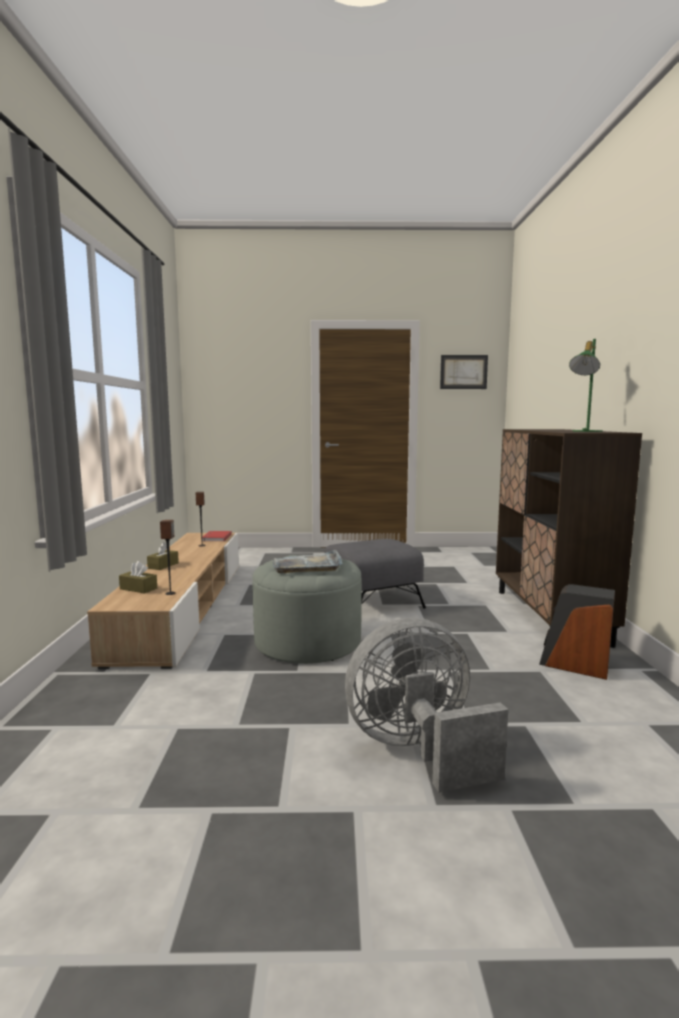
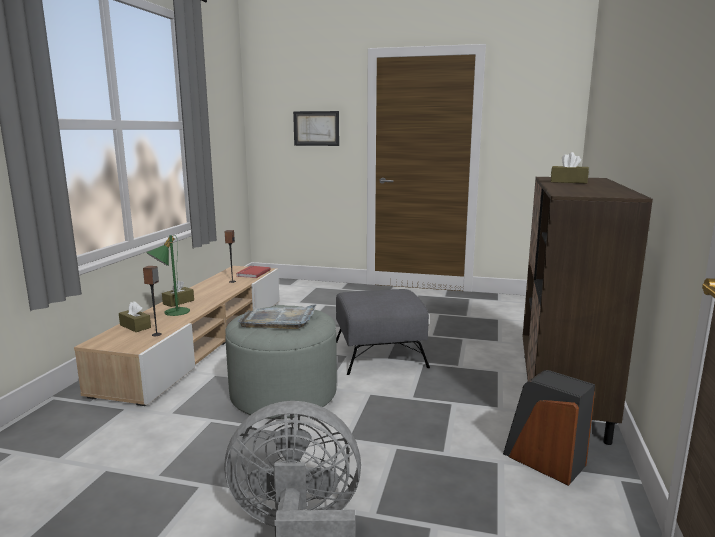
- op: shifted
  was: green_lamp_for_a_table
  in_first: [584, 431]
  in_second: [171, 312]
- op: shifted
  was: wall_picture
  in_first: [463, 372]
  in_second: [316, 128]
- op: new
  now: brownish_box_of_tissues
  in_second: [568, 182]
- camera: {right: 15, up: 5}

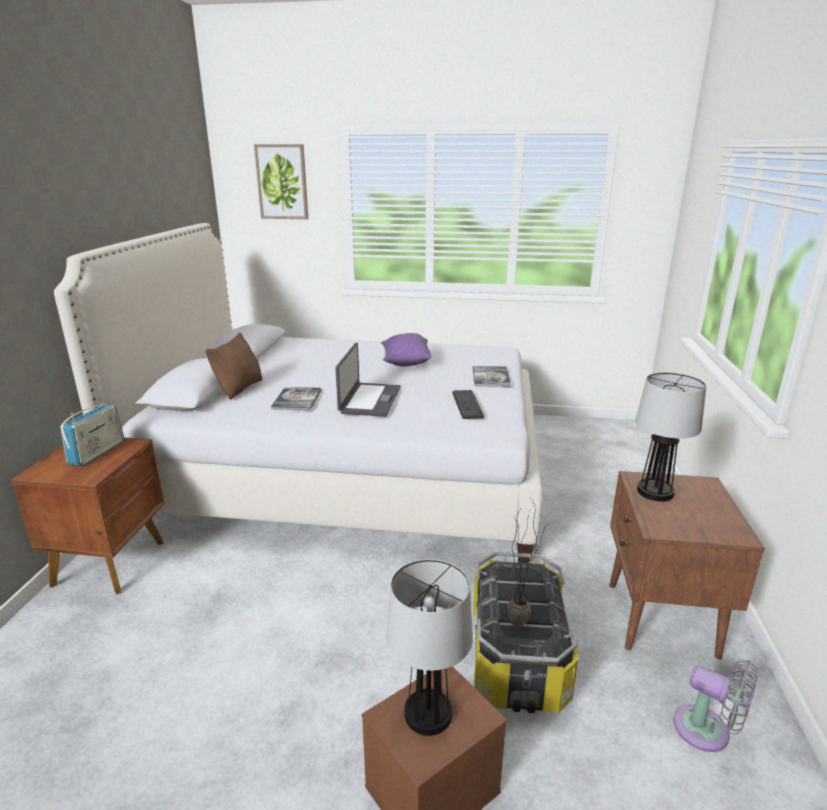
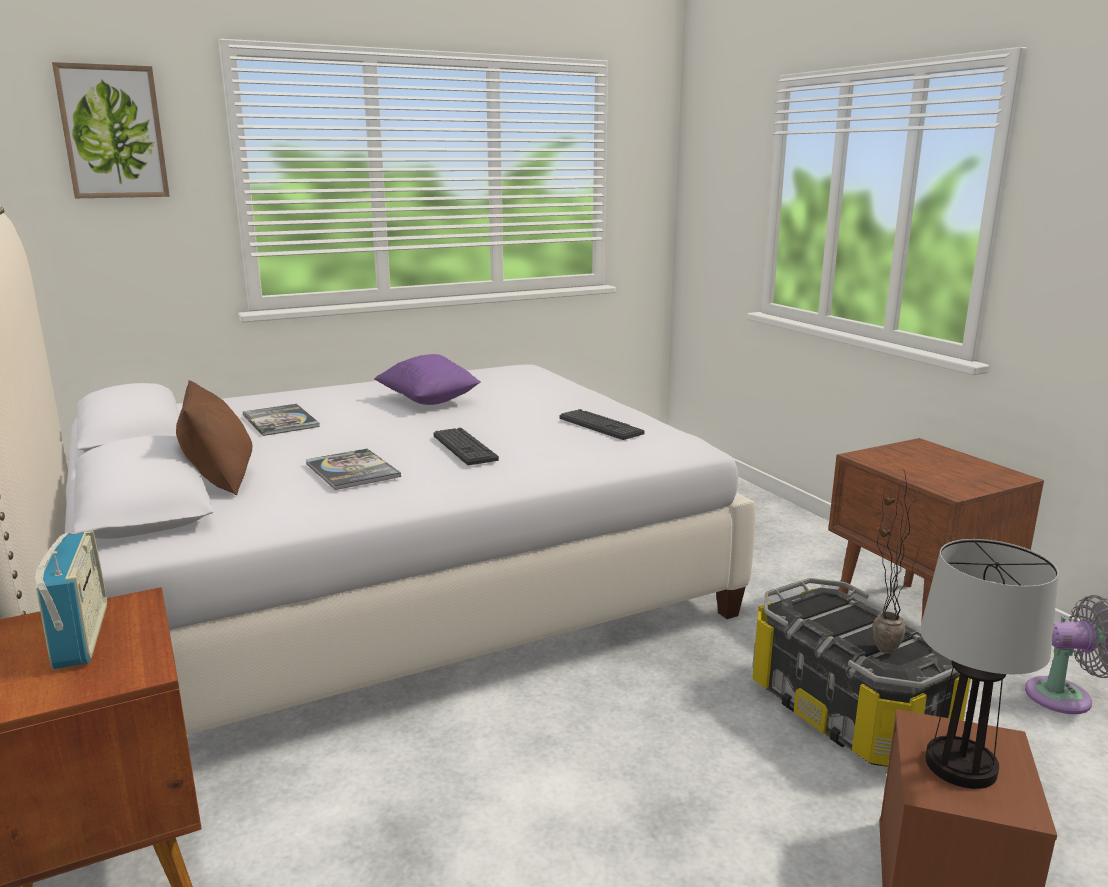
- op: swapped
  was: notebook_computer
  now: keyboard
  in_first: [369, 400]
  in_second: [464, 447]
- op: shifted
  was: volume
  in_first: [491, 377]
  in_second: [280, 421]
- op: gone
  was: lamp_for_a_table
  in_first: [654, 492]
- camera: {right: -35, up: -5}

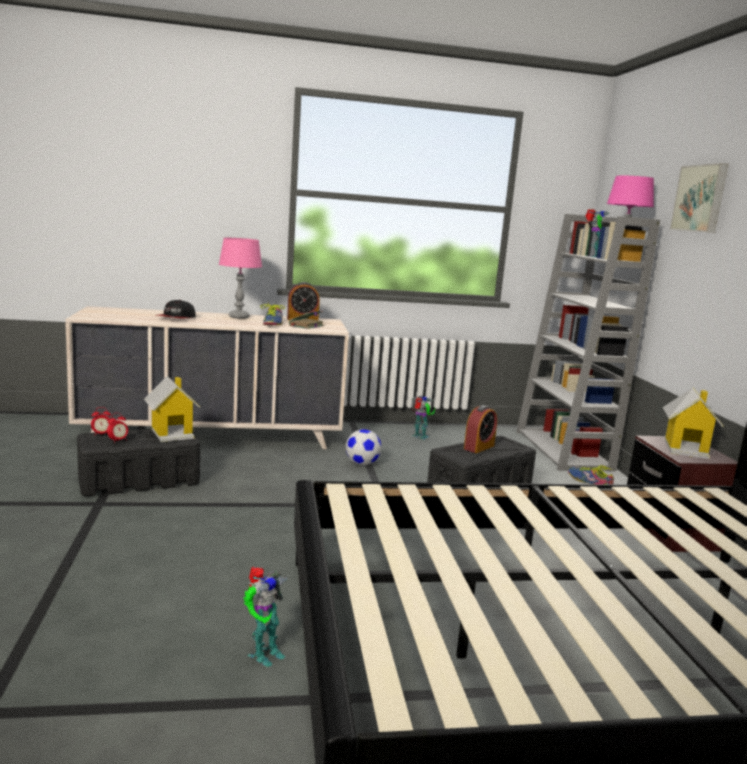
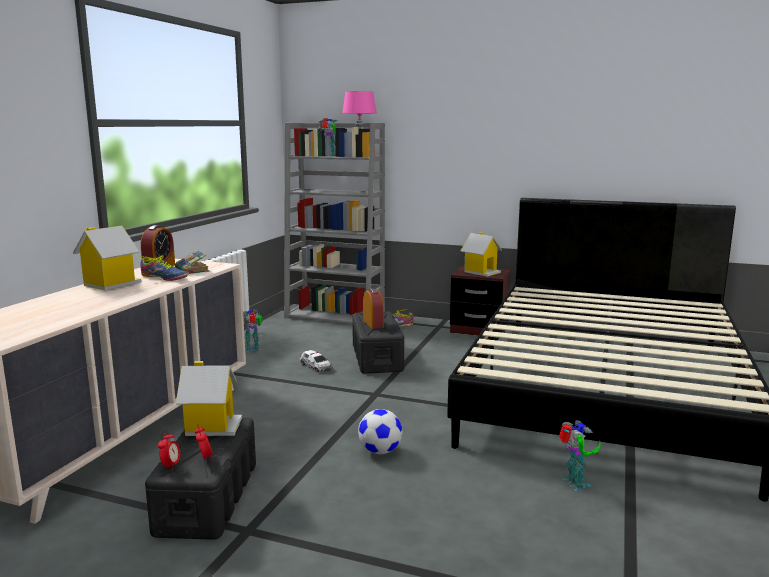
- op: gone
  was: wall_picture
  in_first: [701, 198]
- op: swapped
  was: pinkish_lamp_for_a_table
  now: miniature_house
  in_first: [239, 317]
  in_second: [110, 284]
- op: gone
  was: peaked_cap
  in_first: [176, 318]
- op: shifted
  was: football
  in_first: [362, 463]
  in_second: [380, 451]
- op: new
  now: model_car
  in_second: [316, 366]
- camera: {right: -60, up: 0}

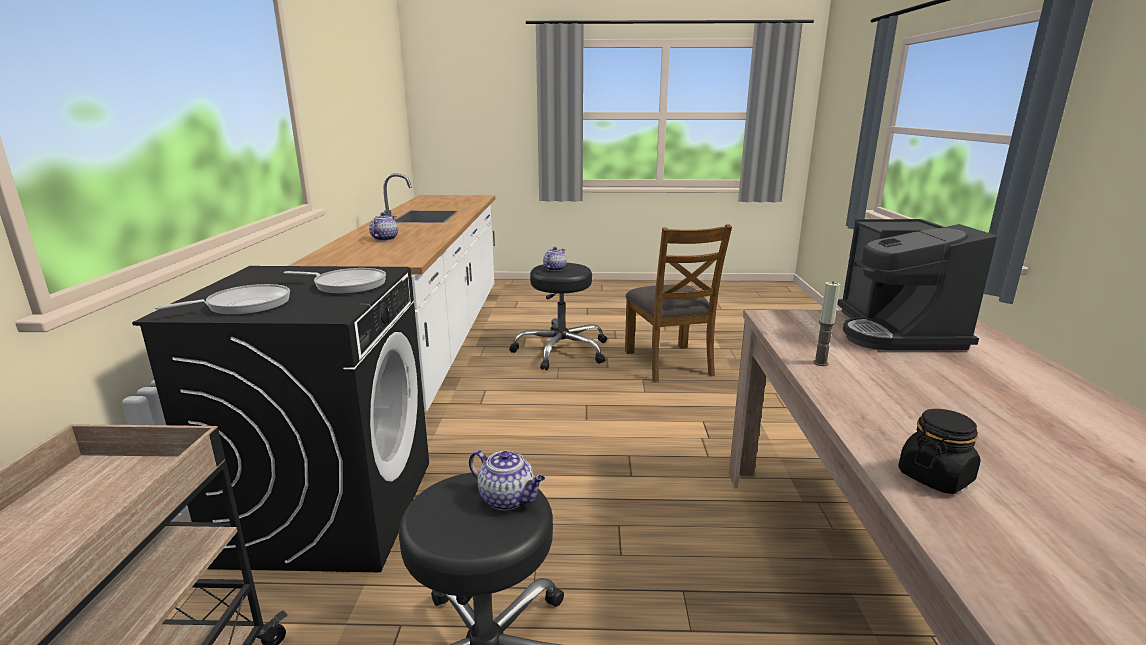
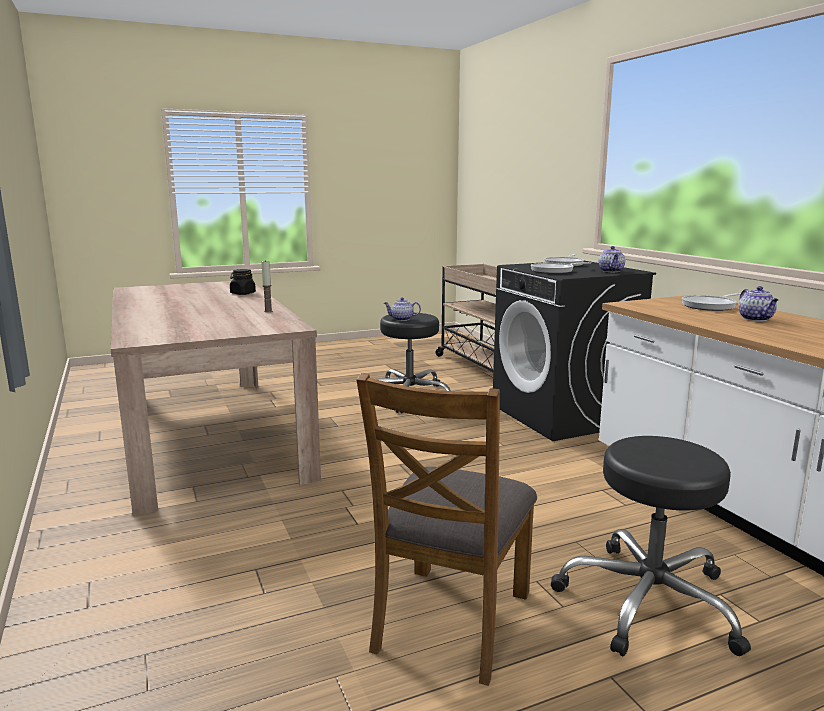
- op: gone
  was: coffee_brewer
  in_first: [896, 332]
- op: rotated
  was: brownish_upright_chair
  in_first: [669, 363]
  in_second: [451, 620]
  clockwise: -120
- op: shifted
  was: pot_for_tea
  in_first: [554, 269]
  in_second: [611, 271]
- op: new
  now: skillet
  in_second: [710, 306]
- camera: {right: 155, up: -5}

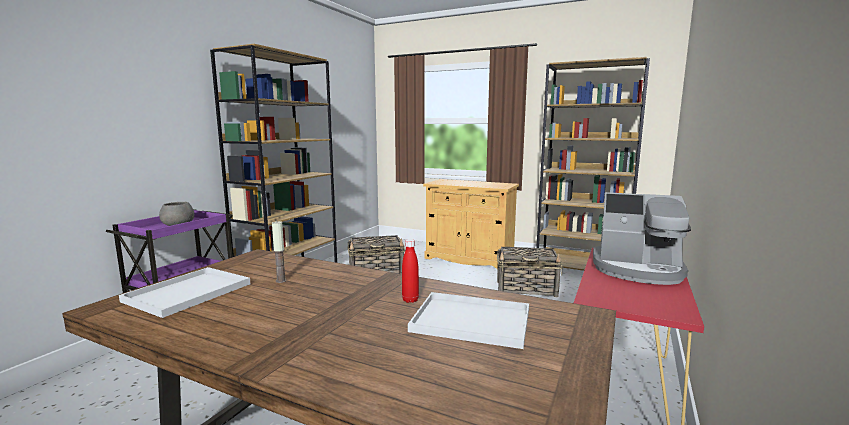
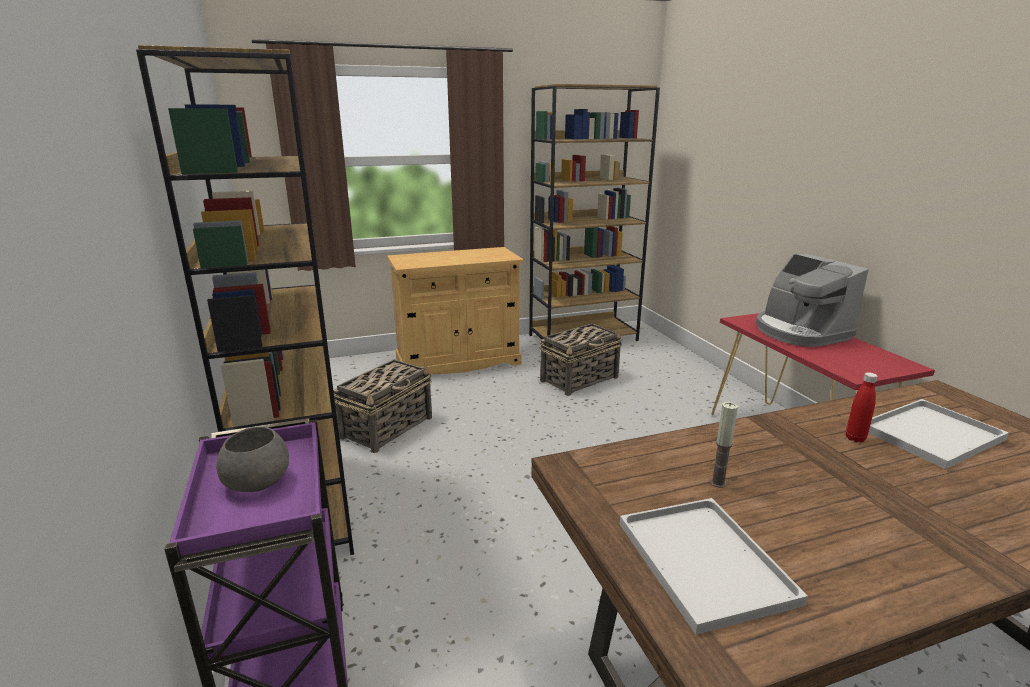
- op: rotated
  was: coffee_brewer
  in_first: [637, 269]
  in_second: [799, 332]
  clockwise: 90
- camera: {right: -45, up: 10}

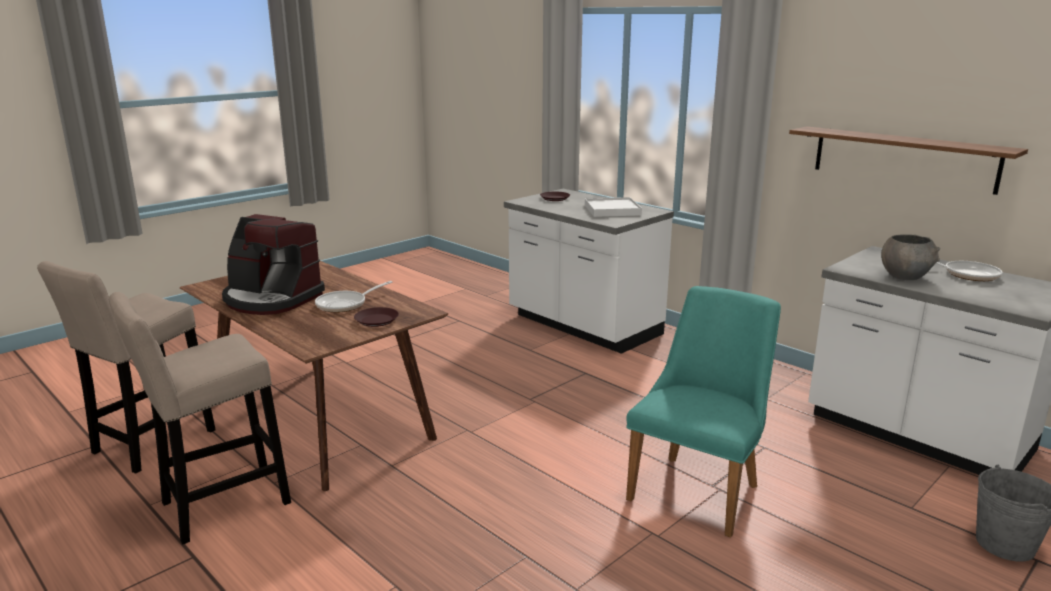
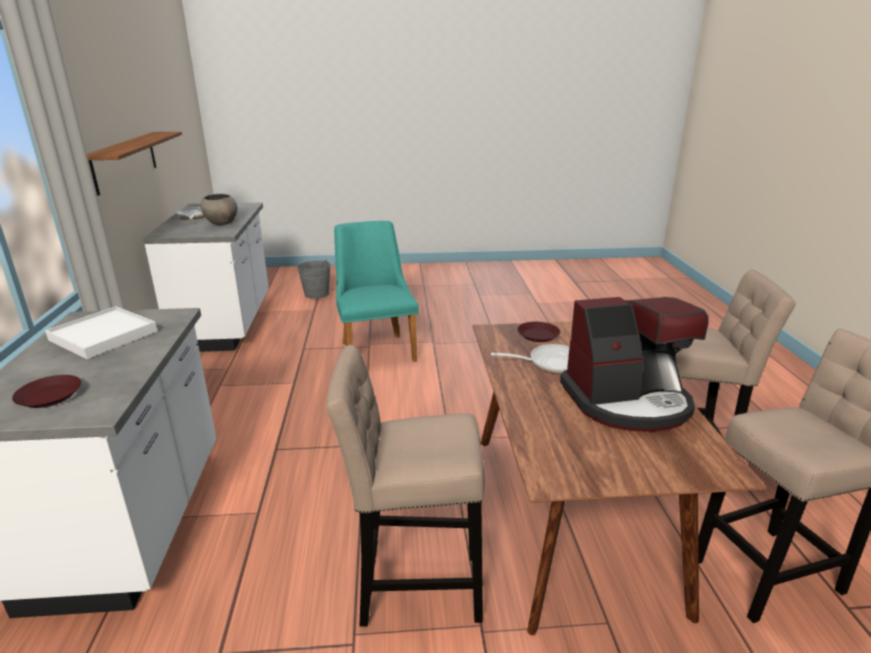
- op: rotated
  was: coffee_brewer
  in_first: [271, 299]
  in_second: [627, 401]
  clockwise: 105
- op: rotated
  was: blue-green_upright_chair
  in_first: [700, 487]
  in_second: [375, 348]
  clockwise: 90
- op: new
  now: sand-coloured_sitting_stool
  in_second: [413, 586]
- camera: {right: -140, up: 5}

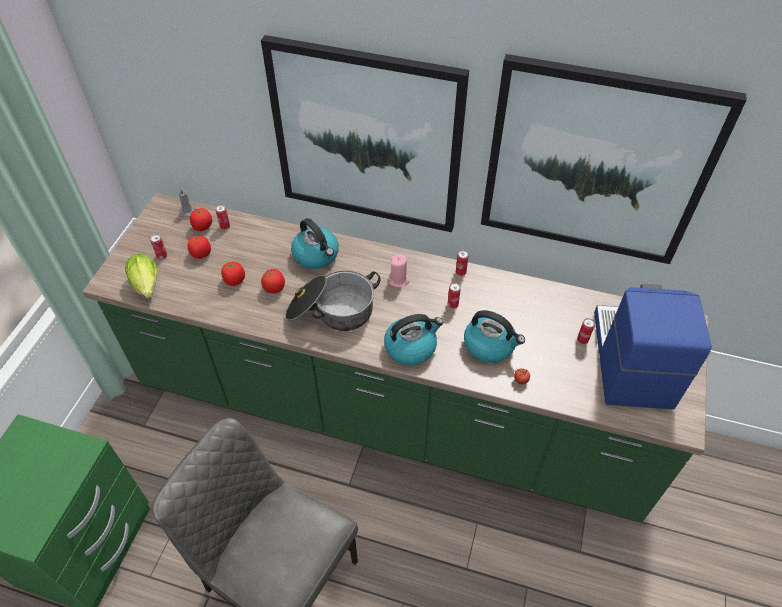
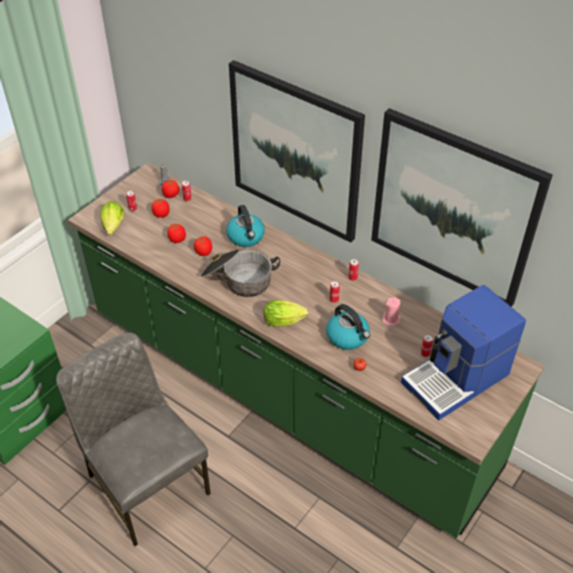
- op: shifted
  was: pinkish_wax_candle
  in_first: [398, 280]
  in_second: [391, 319]
- op: rotated
  was: coffee_brewer
  in_first: [630, 360]
  in_second: [457, 379]
  clockwise: -150
- op: swapped
  was: water_kettle
  now: lettuce_head
  in_first: [411, 347]
  in_second: [286, 321]
- camera: {right: 20, up: -5}

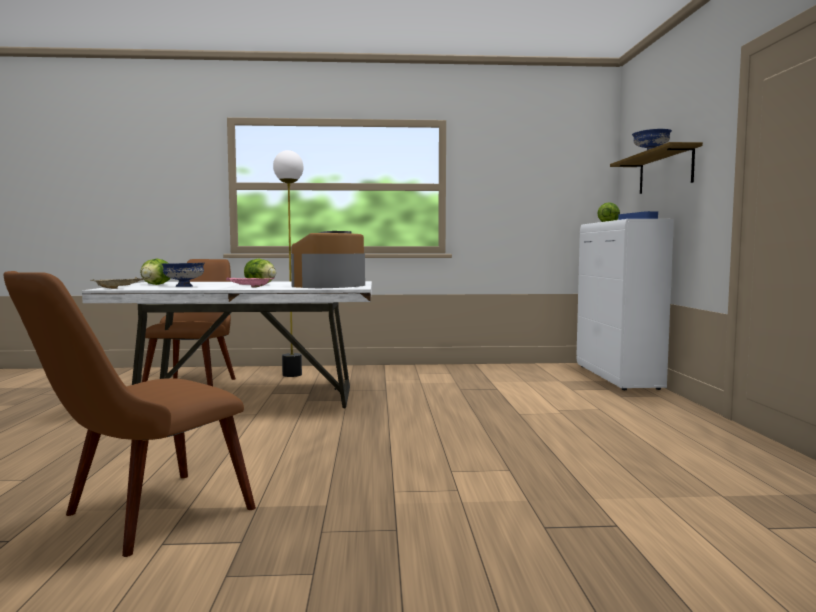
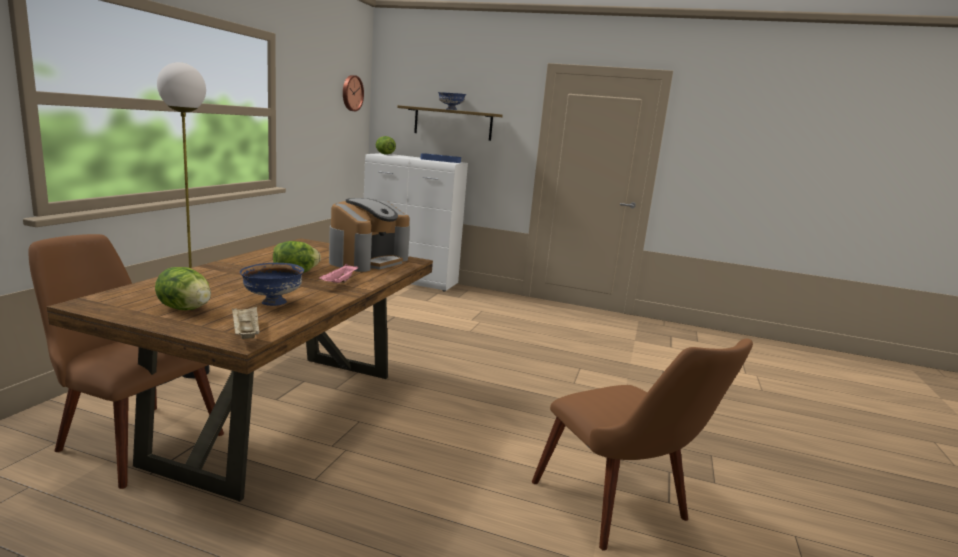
- op: rotated
  was: coffee_brewer
  in_first: [330, 286]
  in_second: [368, 260]
  clockwise: -120
- op: repainted
  was: whitish_dinner_table
  now: brownish_dinner_table
  in_first: [250, 398]
  in_second: [283, 414]
- op: new
  now: wall_clock
  in_second: [351, 93]
- camera: {right: -70, up: 10}

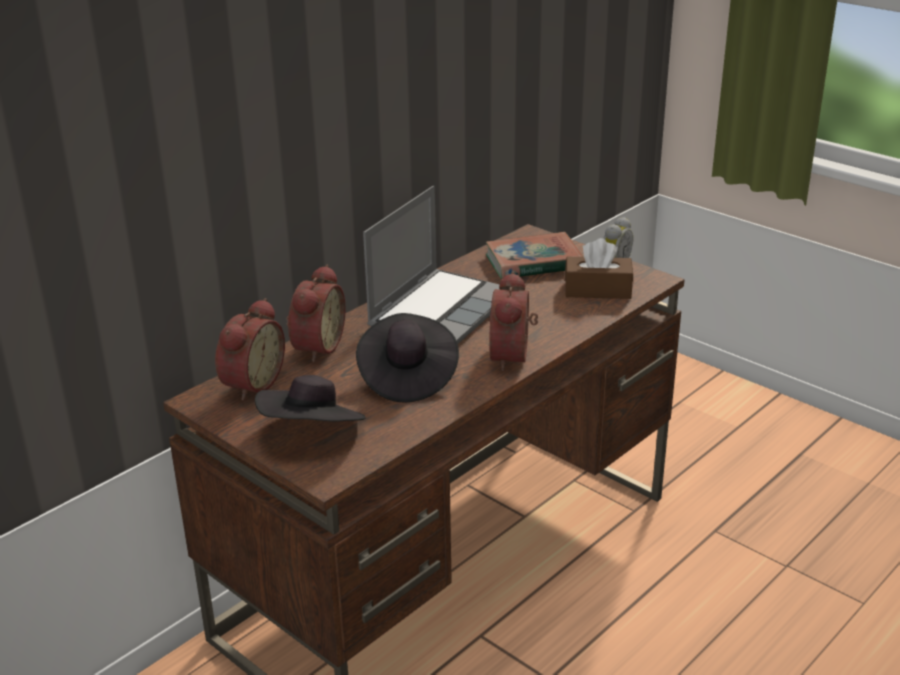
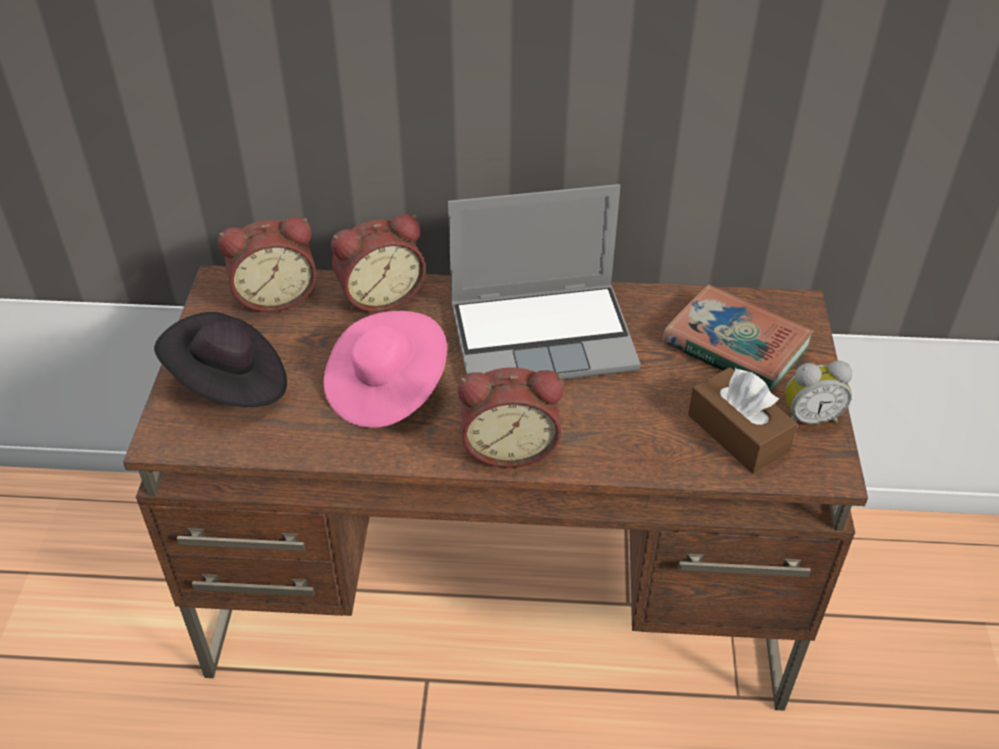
- op: rotated
  was: bedside_clock
  in_first: [514, 356]
  in_second: [509, 446]
  clockwise: -150
- op: repainted
  was: black-coloured_clothing_hat
  now: pinkish_clothing_hat
  in_first: [407, 377]
  in_second: [386, 389]
- camera: {right: 50, up: 15}

